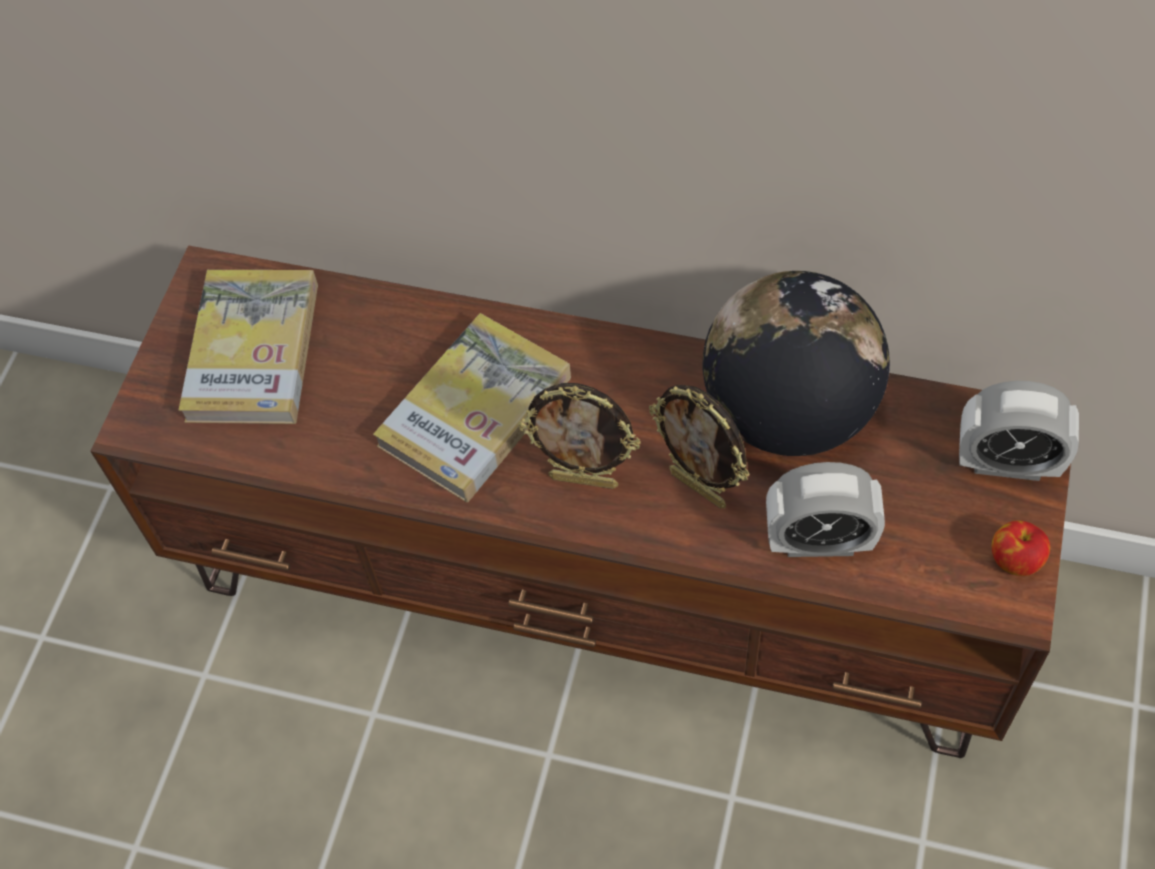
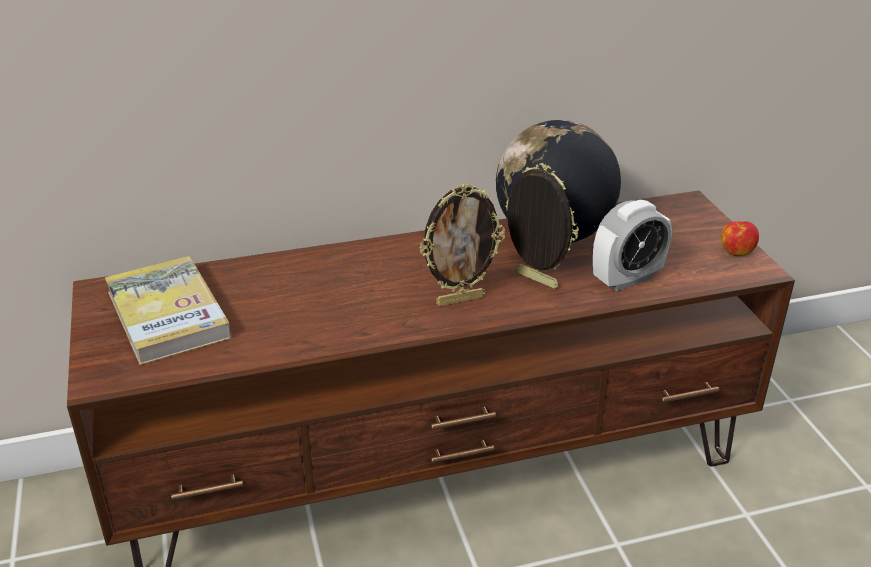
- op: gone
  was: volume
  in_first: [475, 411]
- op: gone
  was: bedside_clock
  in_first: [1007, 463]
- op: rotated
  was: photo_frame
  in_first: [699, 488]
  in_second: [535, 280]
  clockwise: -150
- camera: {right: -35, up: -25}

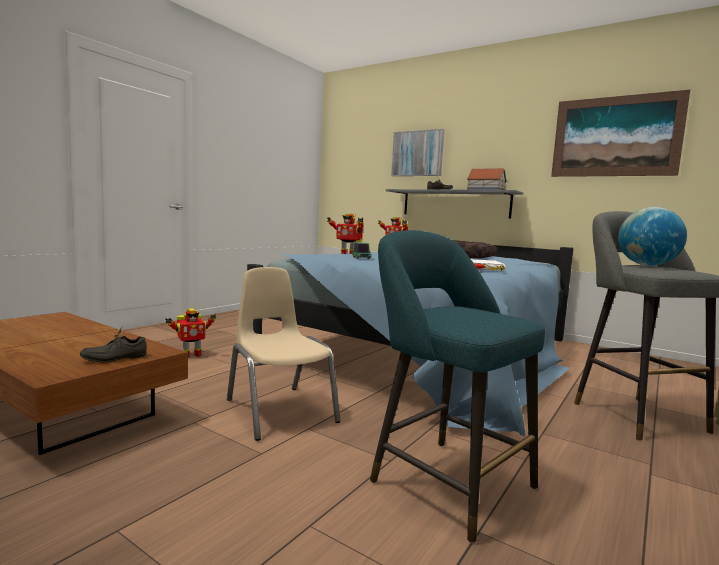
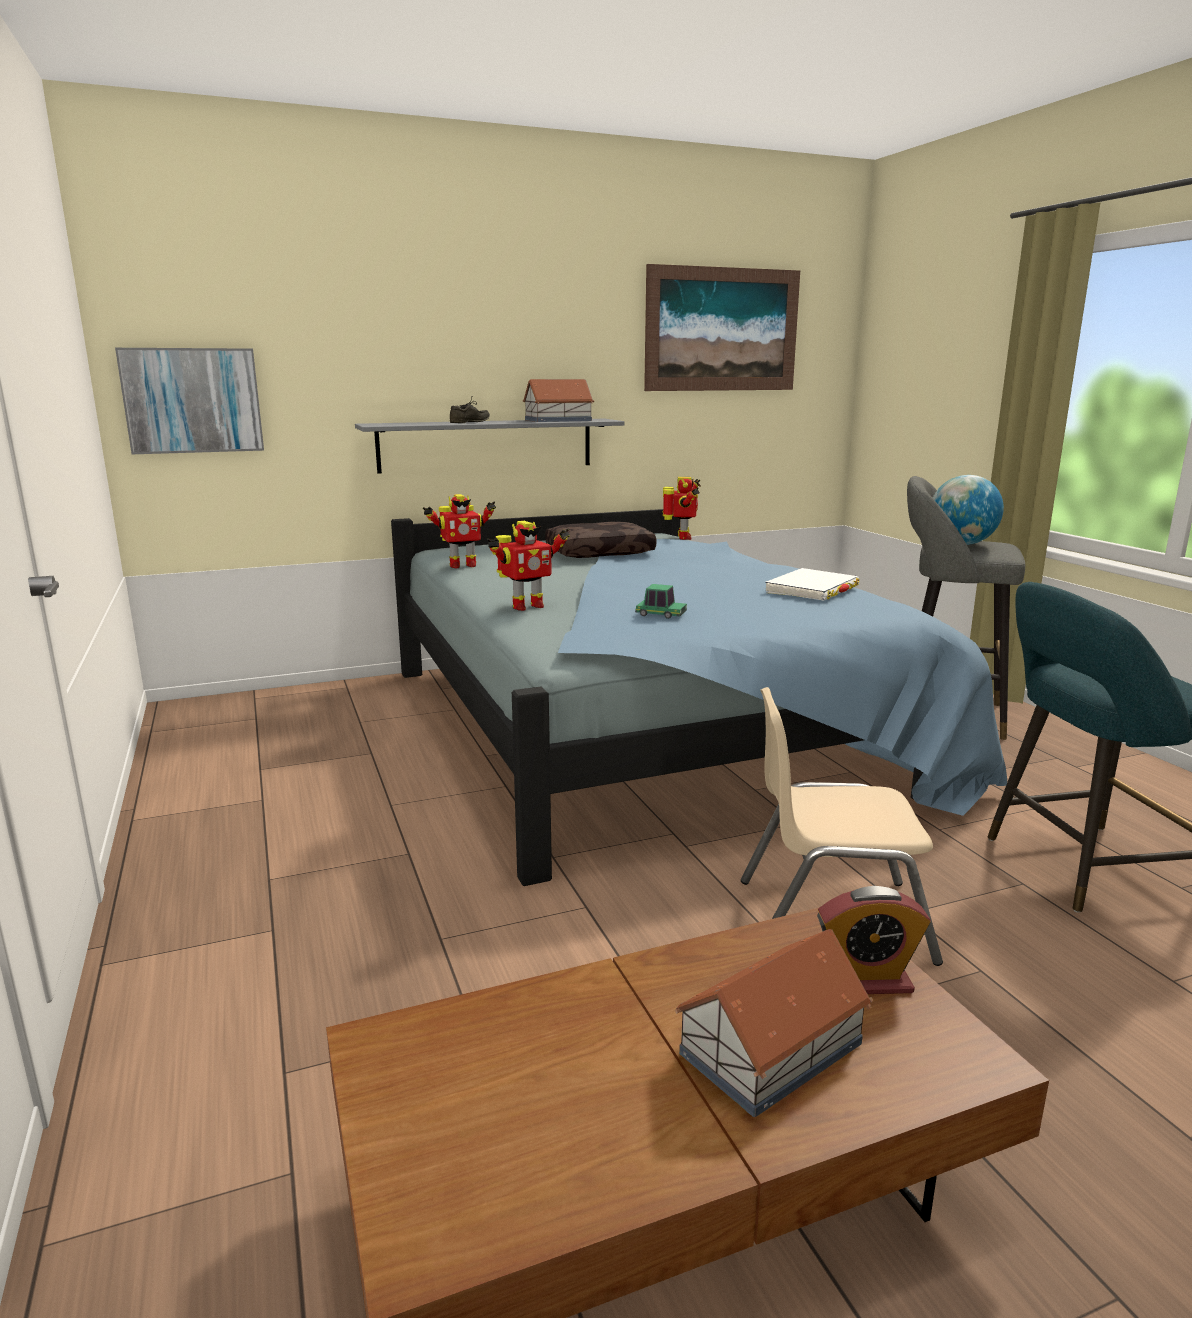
- op: shifted
  was: wall_picture
  in_first: [417, 153]
  in_second: [192, 400]
- op: shifted
  was: robot_figure
  in_first: [191, 355]
  in_second: [682, 538]
- op: swapped
  was: grey_shoe
  now: bedside_clock
  in_first: [114, 358]
  in_second: [866, 980]
- op: new
  now: miniature_house
  in_second: [768, 1048]
- camera: {right: -55, up: 10}

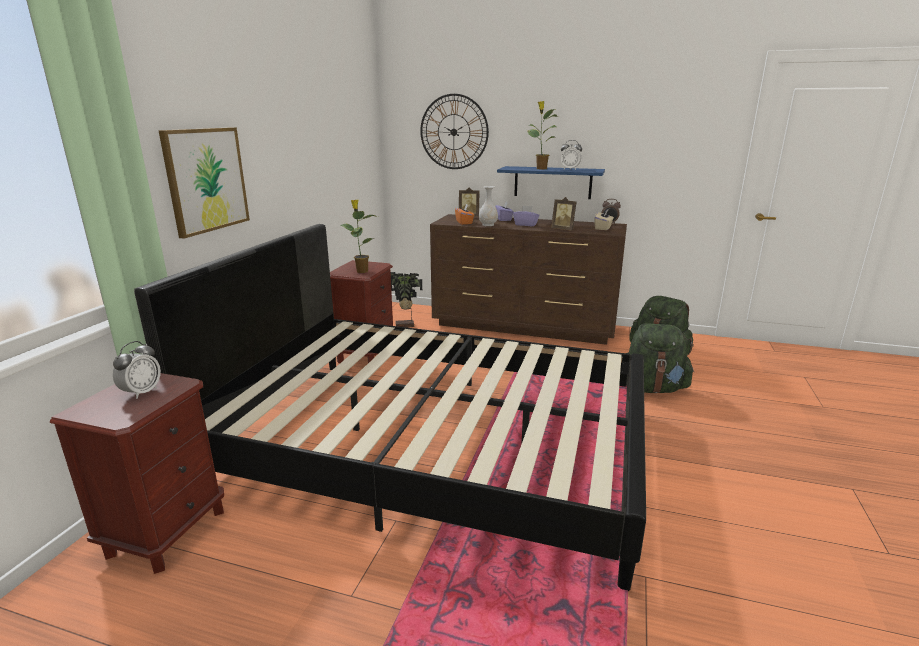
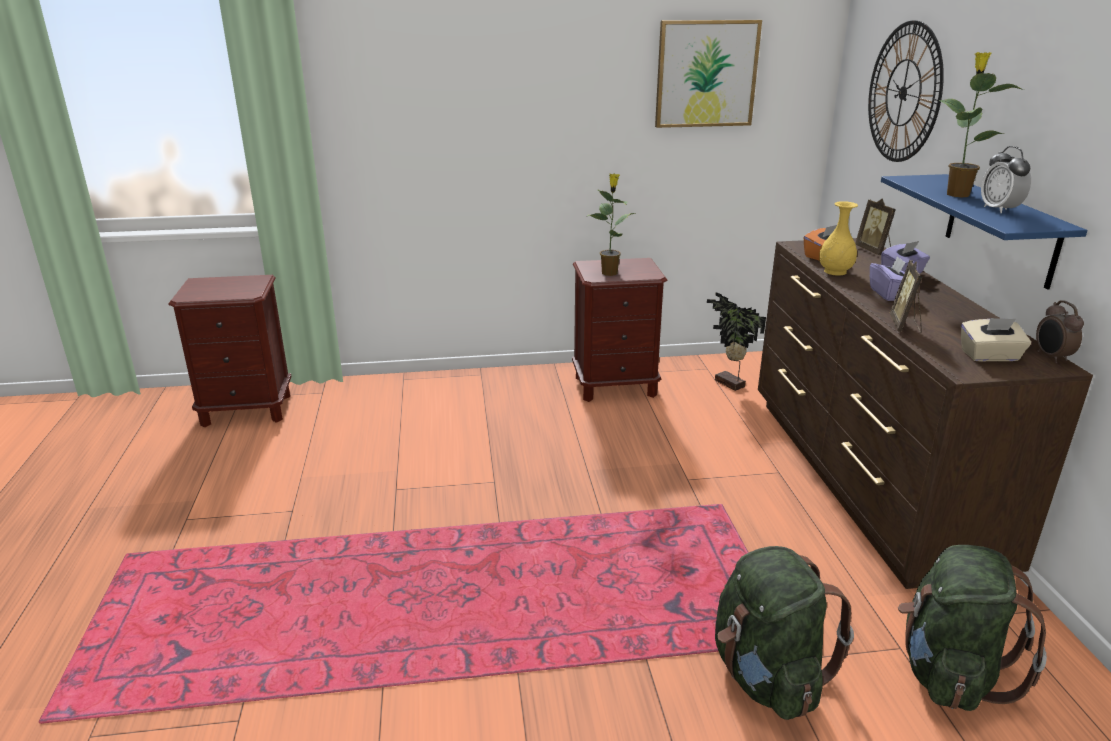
- op: shifted
  was: wall_picture
  in_first: [206, 180]
  in_second: [706, 74]
- op: repainted
  was: whitish_vase
  now: yellow_vase
  in_first: [488, 225]
  in_second: [835, 272]
- op: gone
  was: black-coloured_bed
  in_first: [434, 444]
- op: gone
  was: bedside_clock
  in_first: [141, 392]
- camera: {right: 65, up: 5}

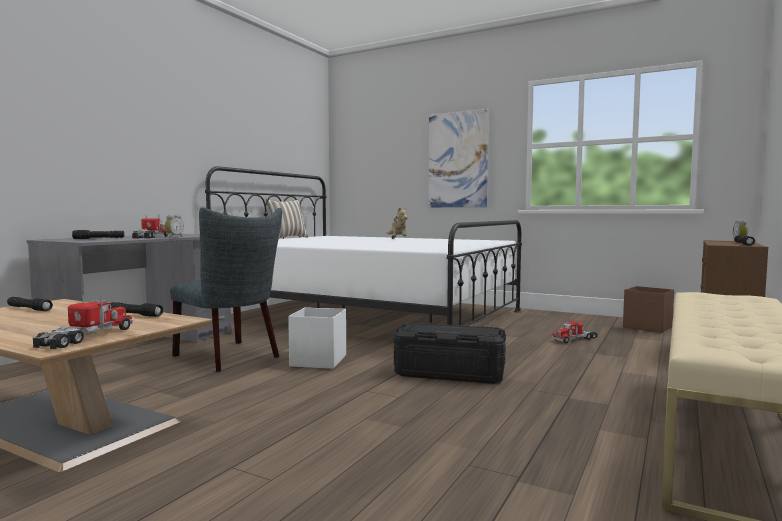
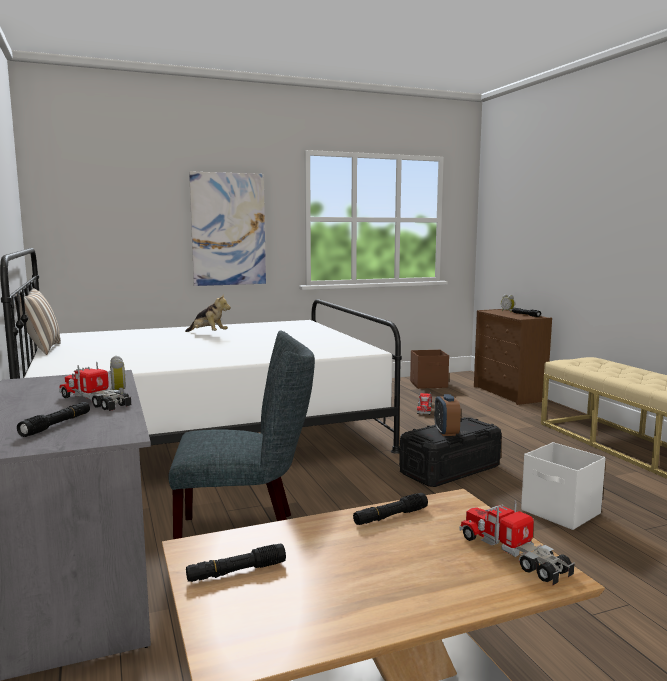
- op: shifted
  was: whitish_storage_bin
  in_first: [318, 361]
  in_second: [561, 512]
- op: new
  now: bedside_clock
  in_second: [446, 432]
- camera: {right: -50, up: 5}

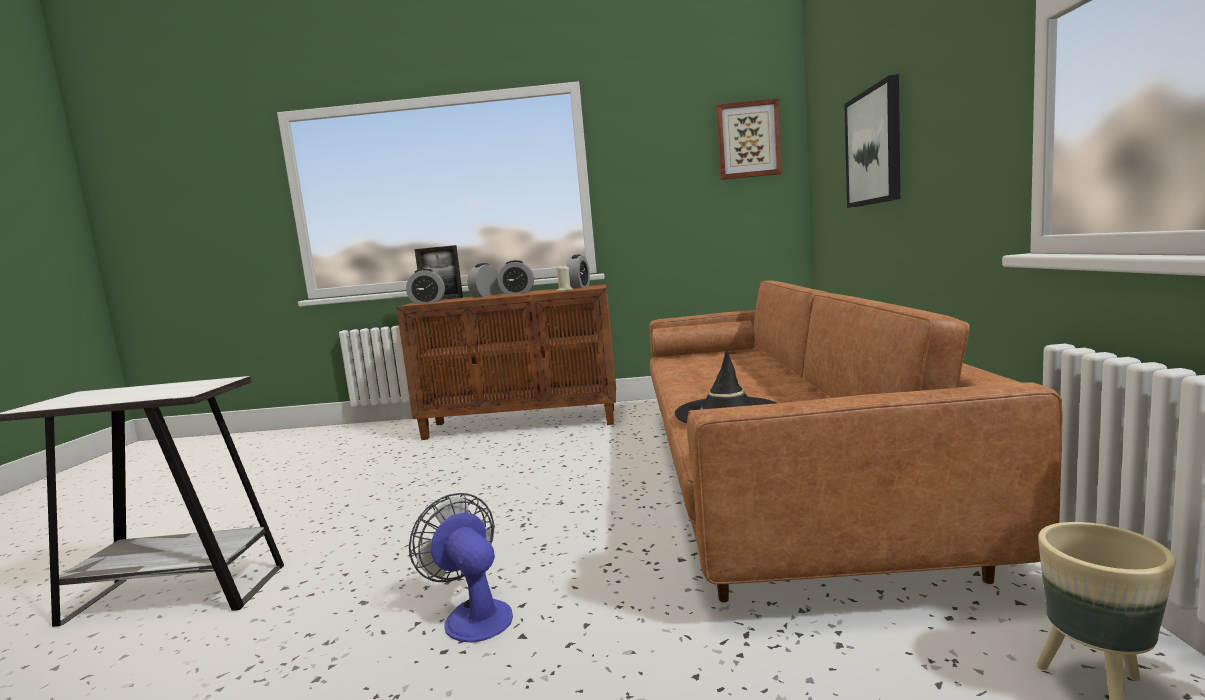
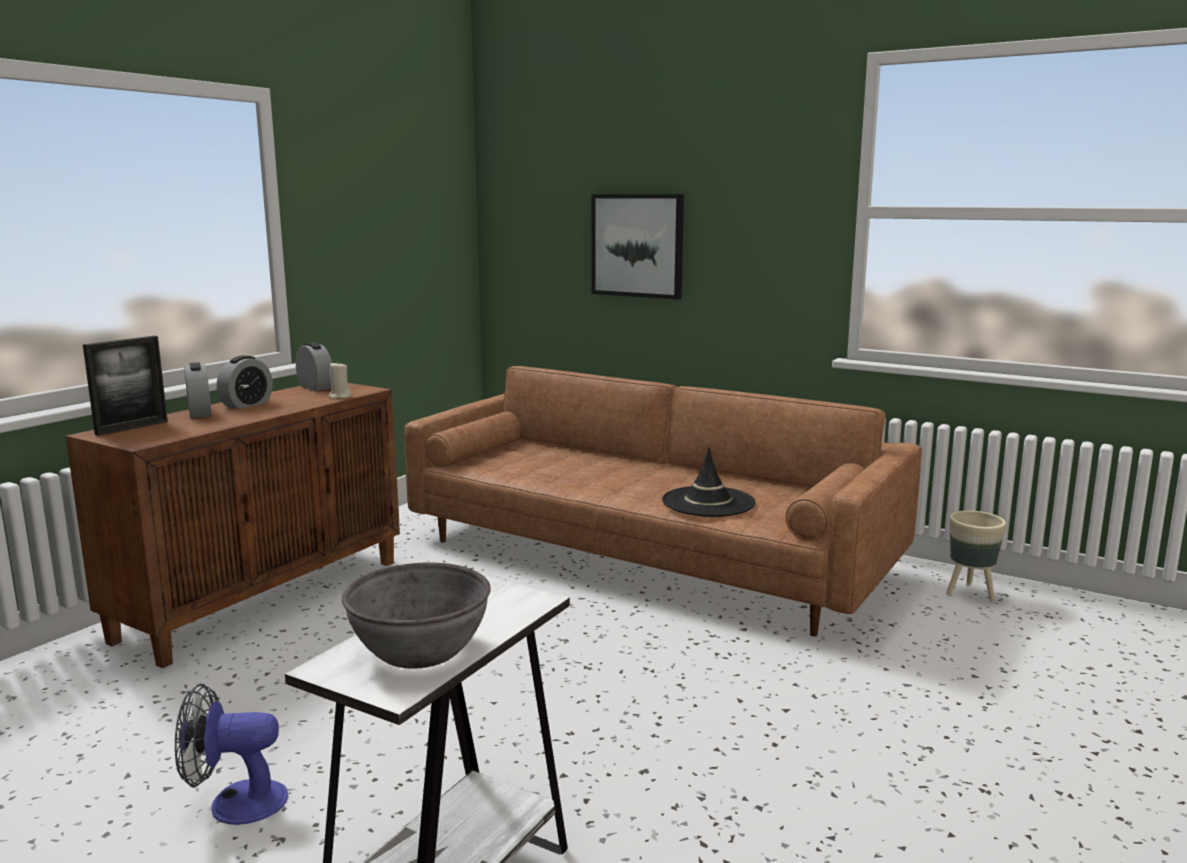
- op: gone
  was: wall_picture
  in_first: [748, 140]
- op: gone
  was: bedside_clock
  in_first: [427, 302]
- op: shifted
  was: electric_fan
  in_first: [473, 615]
  in_second: [235, 803]
- op: new
  now: grey_bowl
  in_second: [419, 650]
- camera: {right: -60, up: 5}

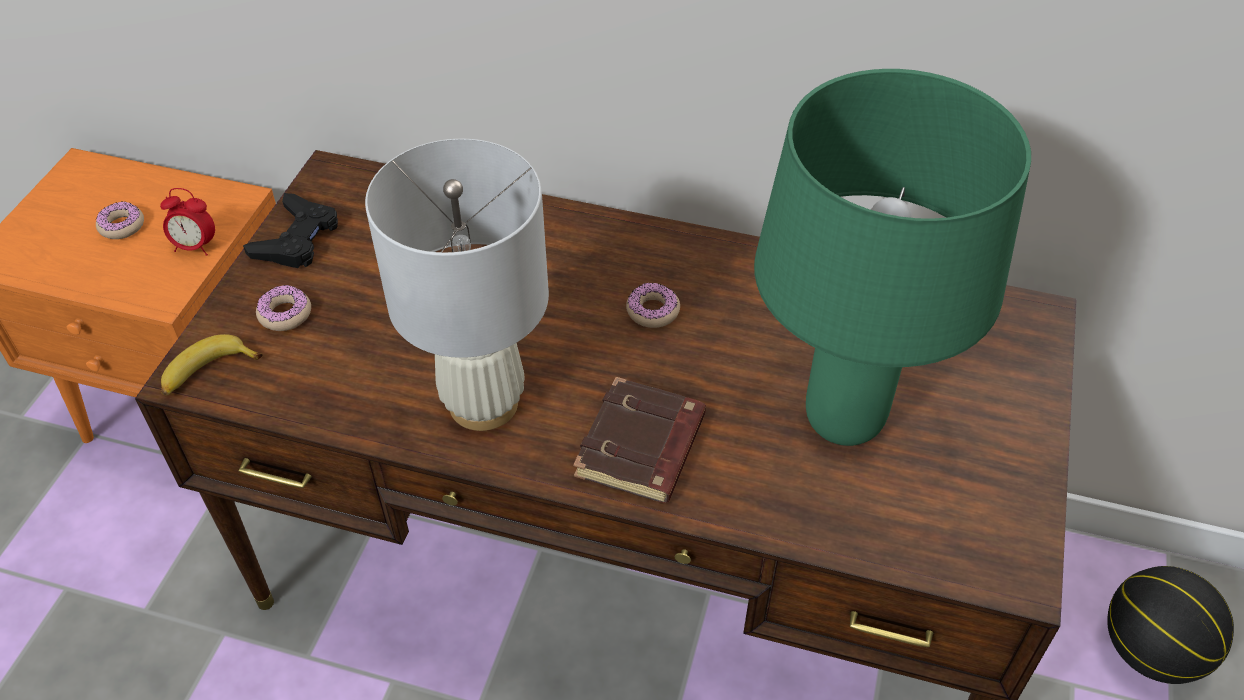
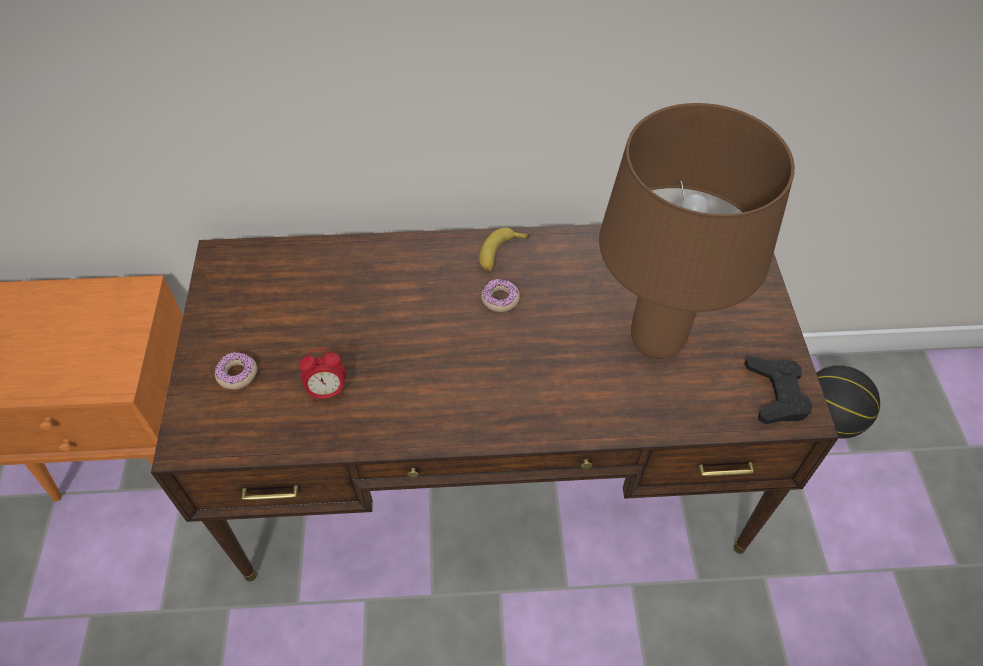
- op: repainted
  was: green_lamp_for_a_table
  now: brownish_lamp_for_a_table
  in_first: [841, 420]
  in_second: [655, 341]
- op: gone
  was: whitish_lamp_for_a_table
  in_first: [483, 402]
- op: shifted
  was: bedside_clock
  in_first: [195, 246]
  in_second: [327, 391]
- op: shifted
  was: black-coloured_game_controller
  in_first: [297, 239]
  in_second: [776, 394]
- op: gone
  was: donut
  in_first: [122, 226]
- op: shifted
  was: banana
  in_first: [207, 373]
  in_second: [500, 255]
- op: gone
  was: brownish_volume
  in_first: [642, 448]
- camera: {right: -20, up: 5}

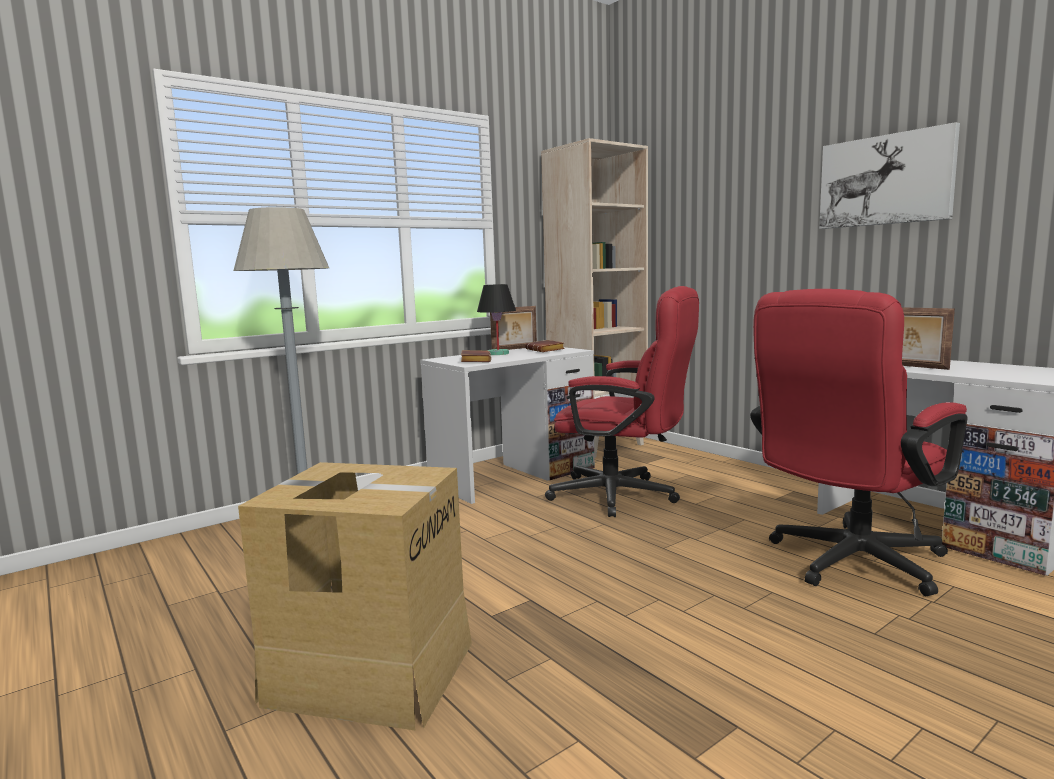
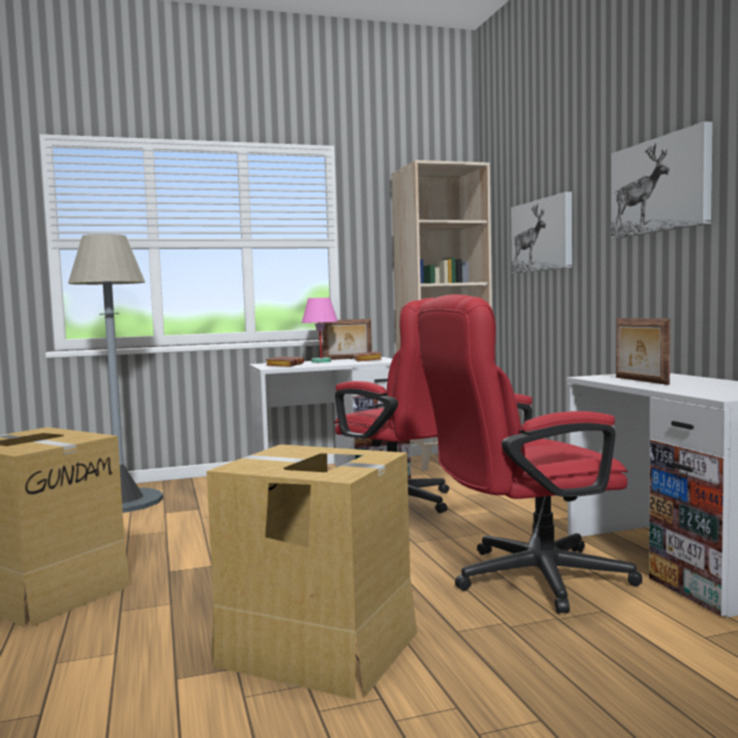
- op: repainted
  was: black-coloured_lamp_for_a_table
  now: pinkish_lamp_for_a_table
  in_first: [497, 353]
  in_second: [321, 361]
- op: new
  now: wall_picture
  in_second: [542, 235]
- op: new
  now: cardboard_box
  in_second: [317, 648]
- camera: {right: 20, up: -5}

